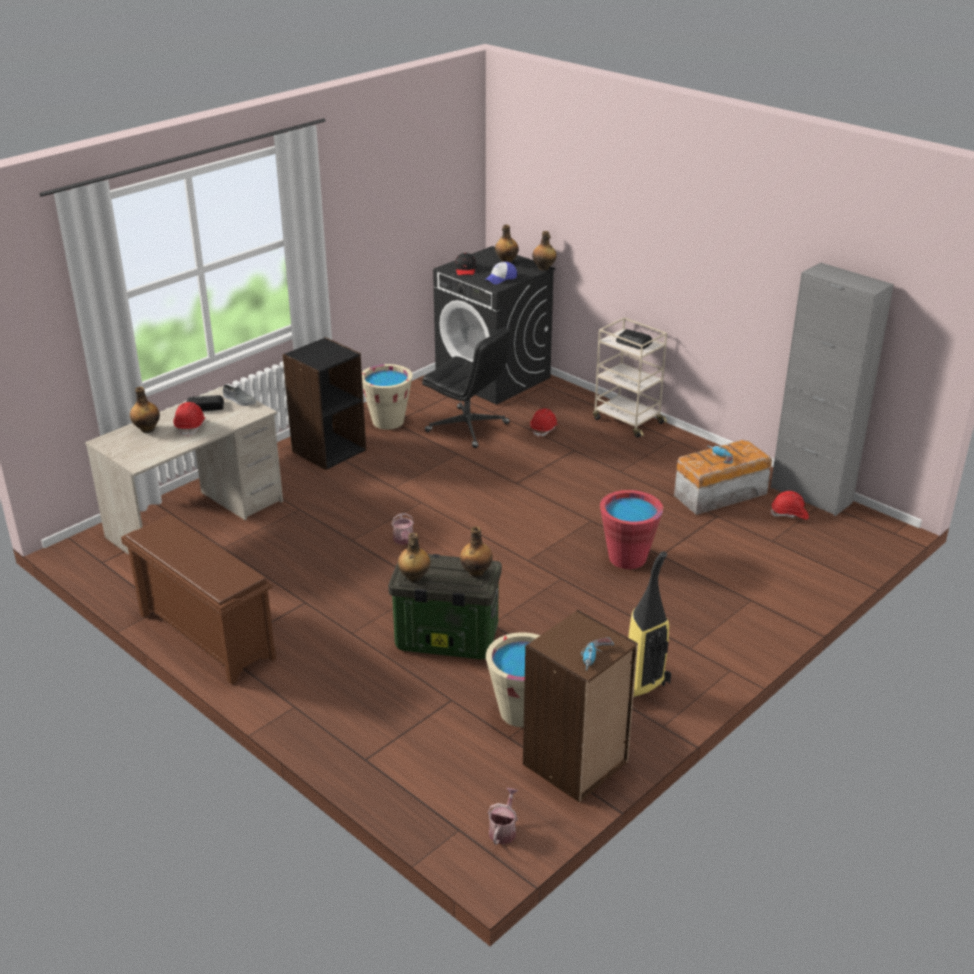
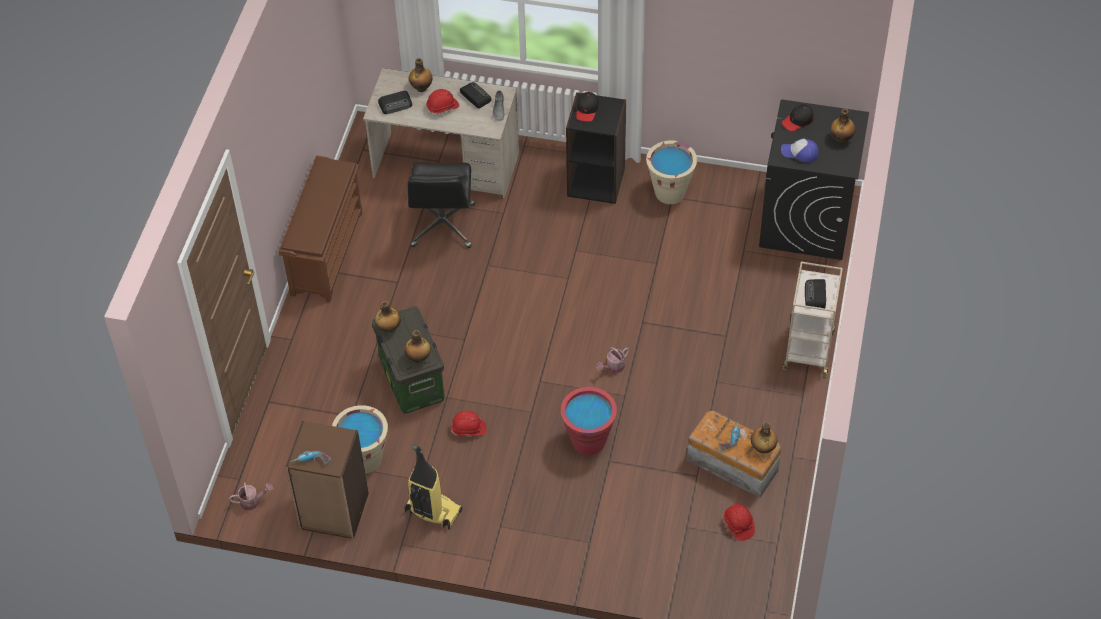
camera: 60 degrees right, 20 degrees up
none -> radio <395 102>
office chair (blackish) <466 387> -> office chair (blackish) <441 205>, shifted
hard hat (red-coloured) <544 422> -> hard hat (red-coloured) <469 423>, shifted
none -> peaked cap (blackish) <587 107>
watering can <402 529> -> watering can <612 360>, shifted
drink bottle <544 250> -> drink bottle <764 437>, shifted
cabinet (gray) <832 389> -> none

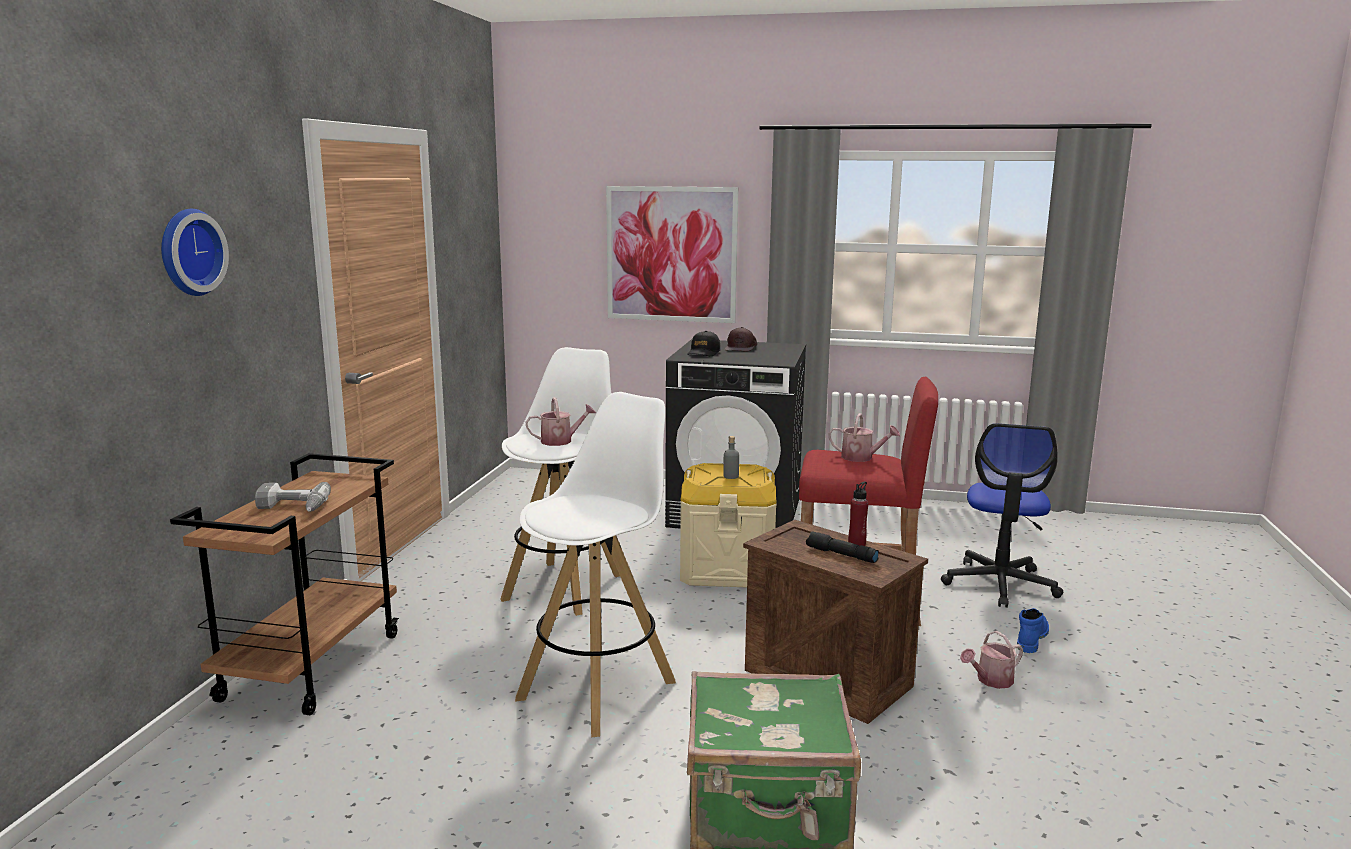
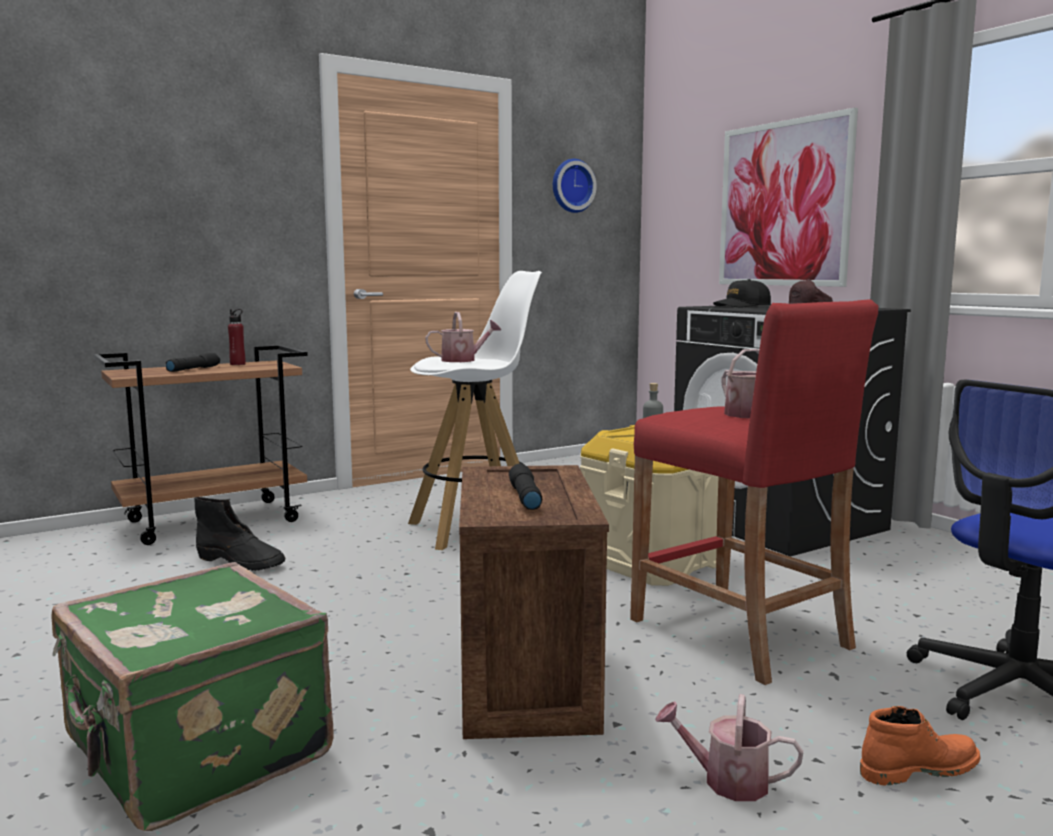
camera: 45 degrees right, 5 degrees down
drill <293 497> -> flashlight (blackish) <193 362>
none -> high-top boot (blackish) <239 534>
drink bottle (red-coloured) <858 513> -> drink bottle (red-coloured) <237 337>, shifted
watering can <561 421> -> watering can <463 337>, 45 degrees counterclockwise
wall clock <195 252> -> wall clock <575 186>, shifted
high-top boot (bluish) <1033 630> -> high-top boot (orange) <920 746>
stool (whitish) <595 564> -> none

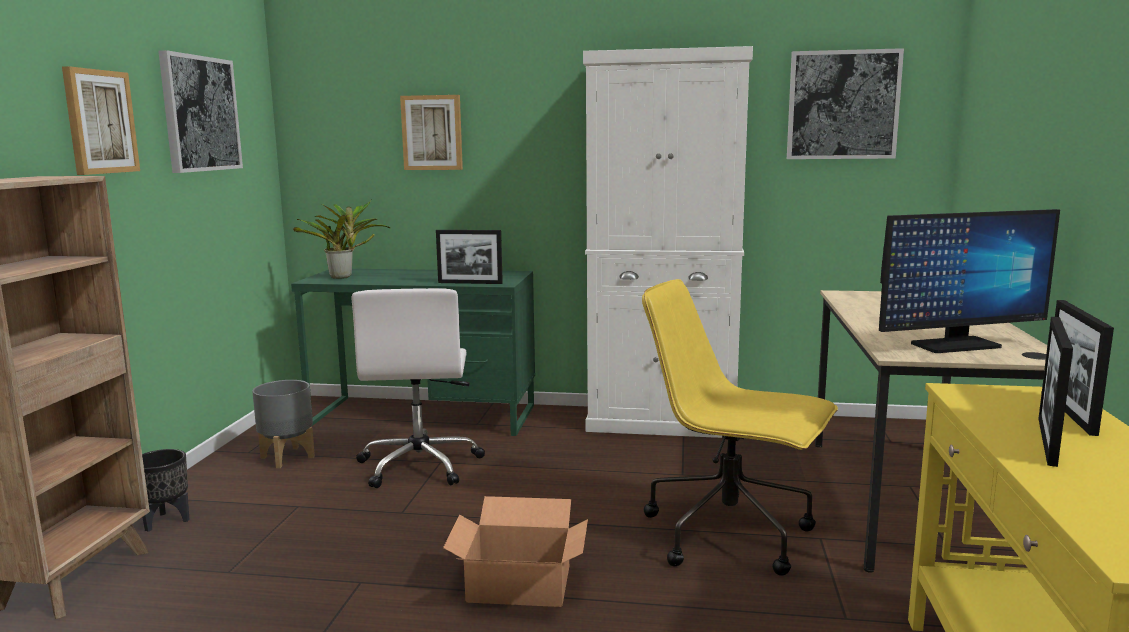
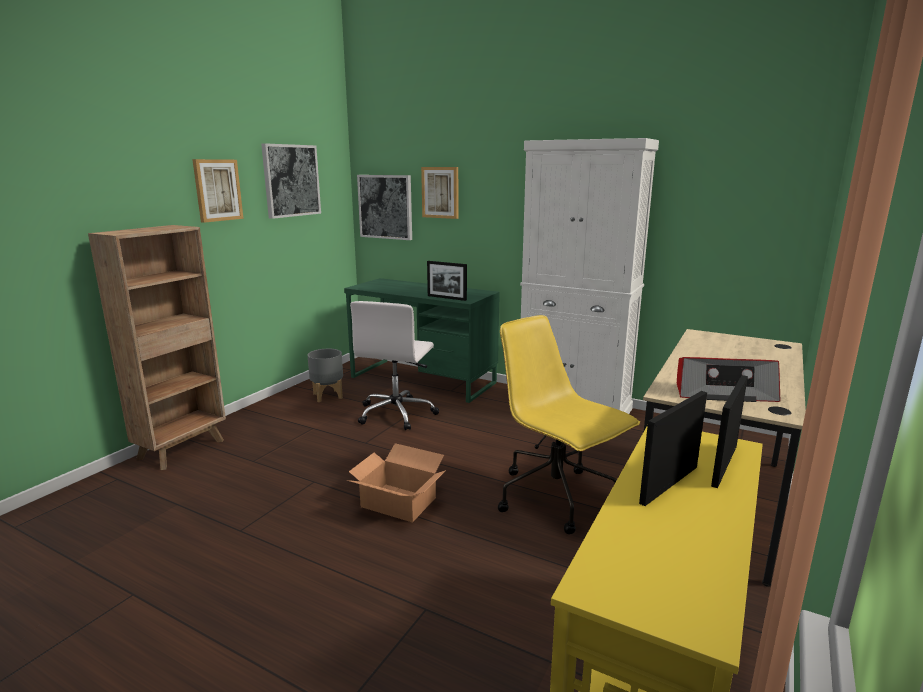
camera: 20 degrees right, 5 degrees up
picture <845 103> -> picture <384 207>, shifted
monitor <969 281> -> radio <729 379>
planter (blackish) <165 490> -> none
houseplant <341 239> -> none

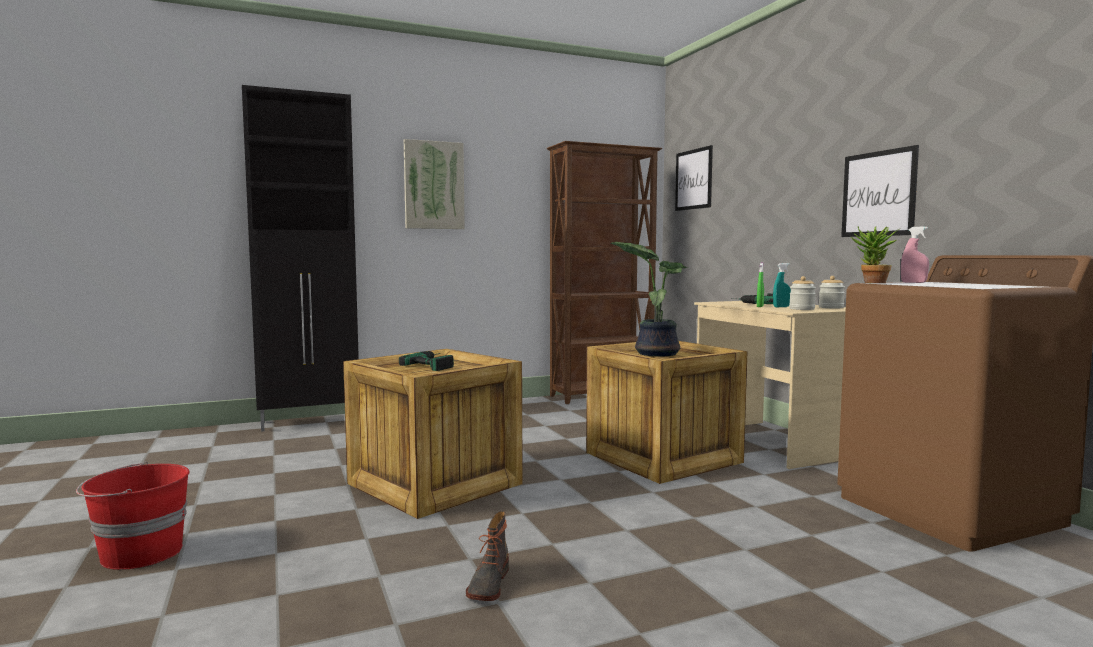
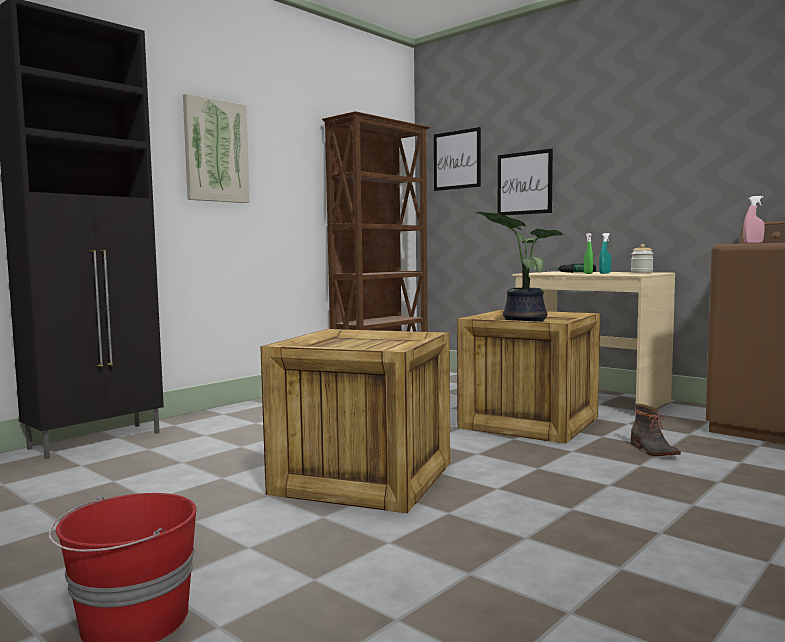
camera: 25 degrees left, 0 degrees up
picture <880 191> -> picture <525 182>, shifted
high-top boot <487 556> -> high-top boot <656 429>, shifted
drill <426 361> -> none
storage jar <802 293> -> none
houseplant <875 254> -> none

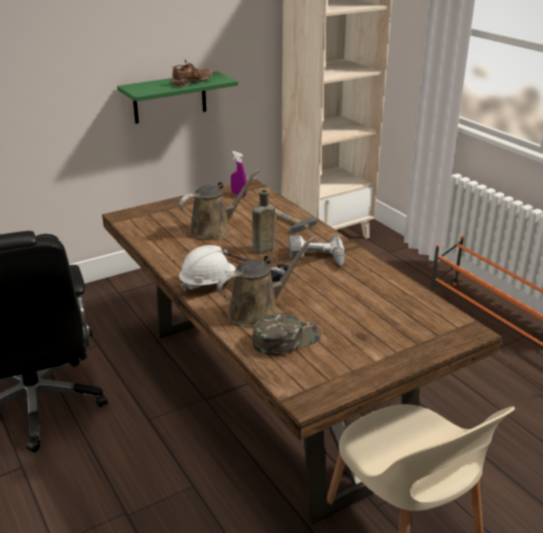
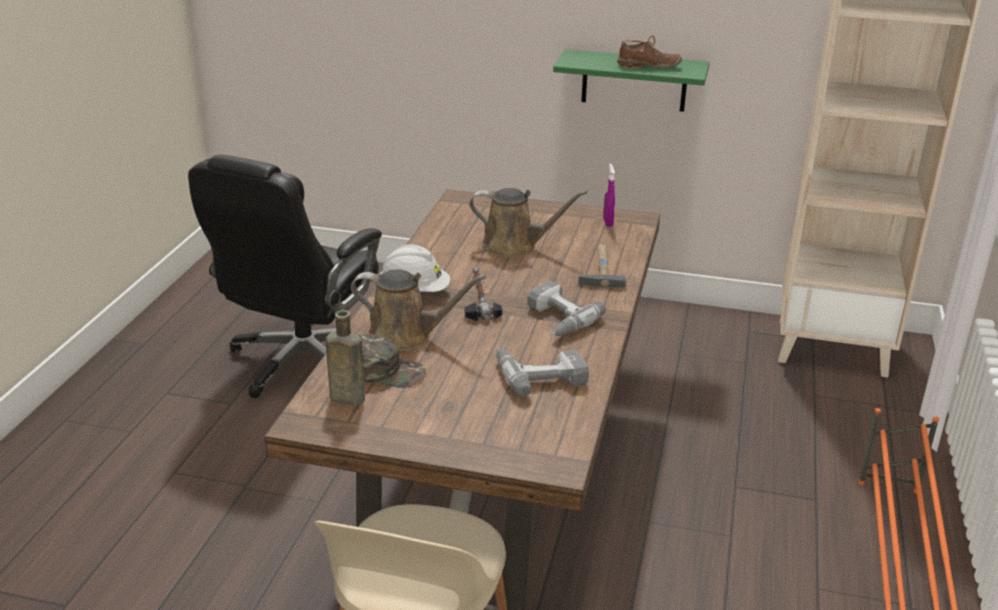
camera: 45 degrees right, 0 degrees up
drink bottle (brown-coloured) <263 221> -> drink bottle (brown-coloured) <345 358>, shifted
none -> drill <542 372>

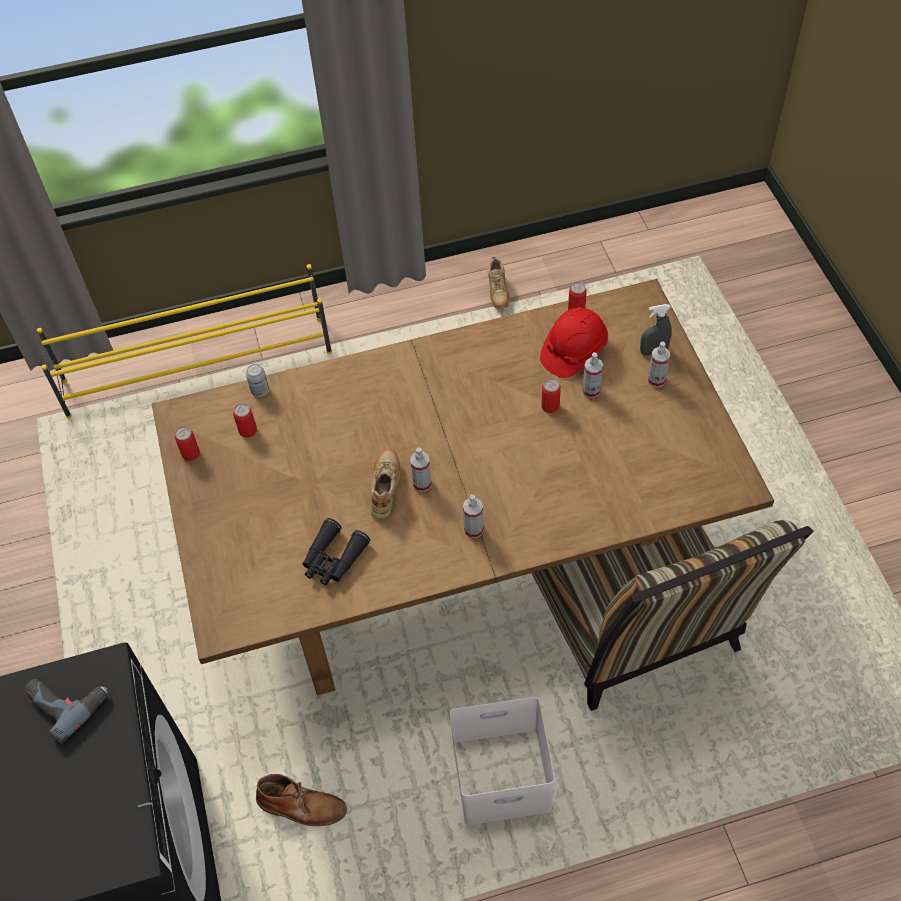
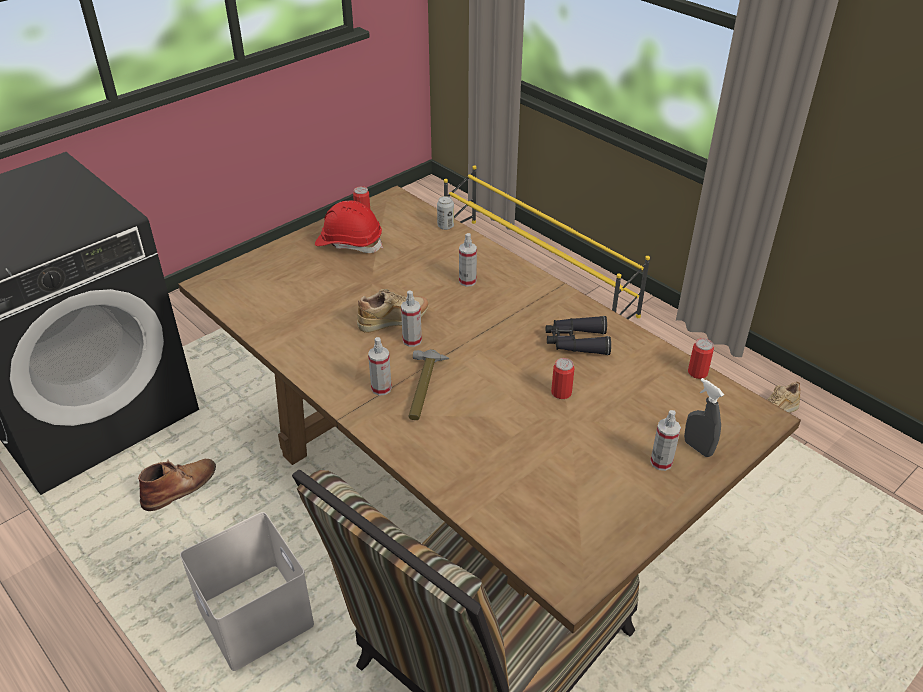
camera: 60 degrees right, 15 degrees down
high-top boot (brown-coloured) <301 800> -> high-top boot (brown-coloured) <177 485>, 120 degrees counterclockwise
hard hat (red-coloured) <574 342> -> hard hat (red-coloured) <349 226>, shifted
none -> hammer <428 384>
sprayer <592 375> -> sprayer <468 260>, shifted
pair of binoculars (blackish) <336 551> -> pair of binoculars (blackish) <578 335>, shifted
drill <66 711> -> none
sealed can <245 420> -> none

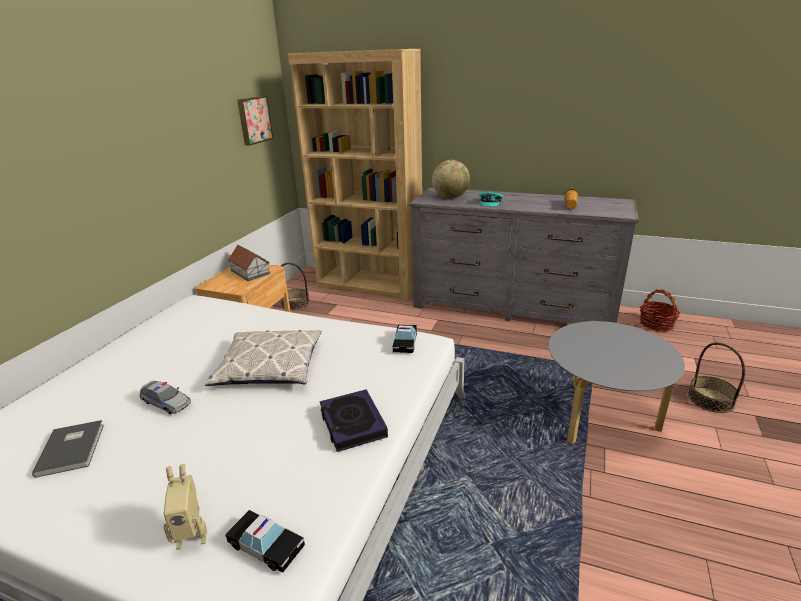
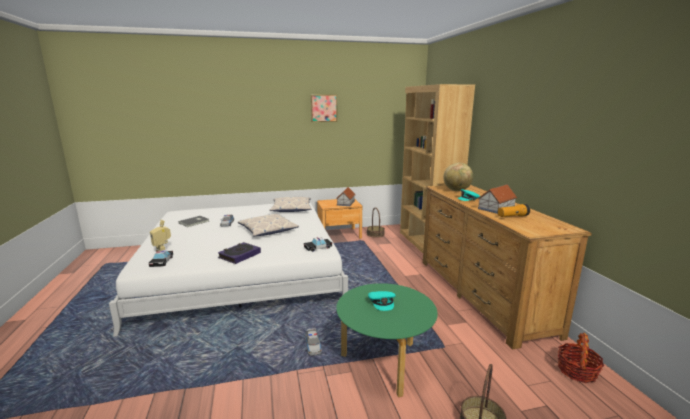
camera: 55 degrees right, 10 degrees down
none -> pillow <290 204>
none -> miniature car <313 342>
picture <255 121> -> picture <324 108>, shifted
low table (gray) <616 382> -> low table (green) <387 340>
none -> peaked cap (turquoise) <381 301>
chest of drawers (gray) <524 255> -> chest of drawers (brown-coloured) <507 267>
none -> miniature house <497 199>

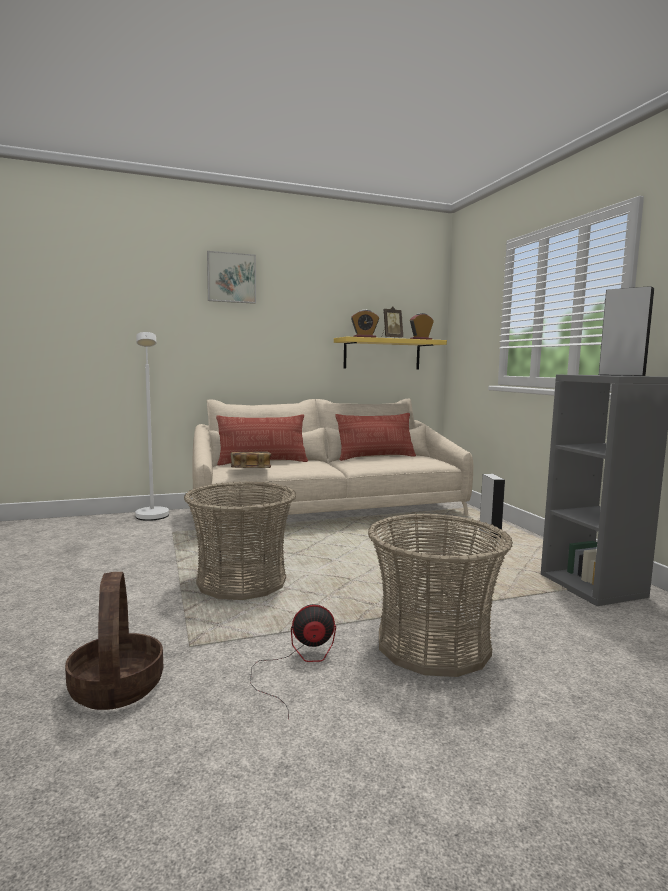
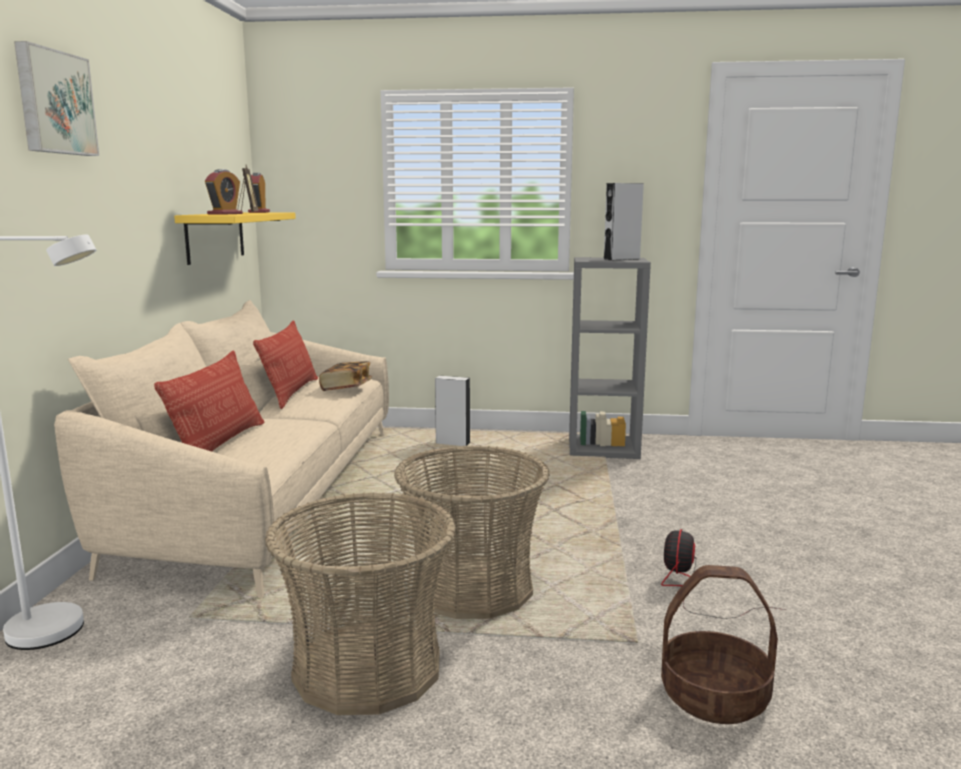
camera: 65 degrees left, 5 degrees up
storage basket <440 595> -> storage basket <360 603>, shifted
bound book <251 459> -> bound book <345 376>, shifted

